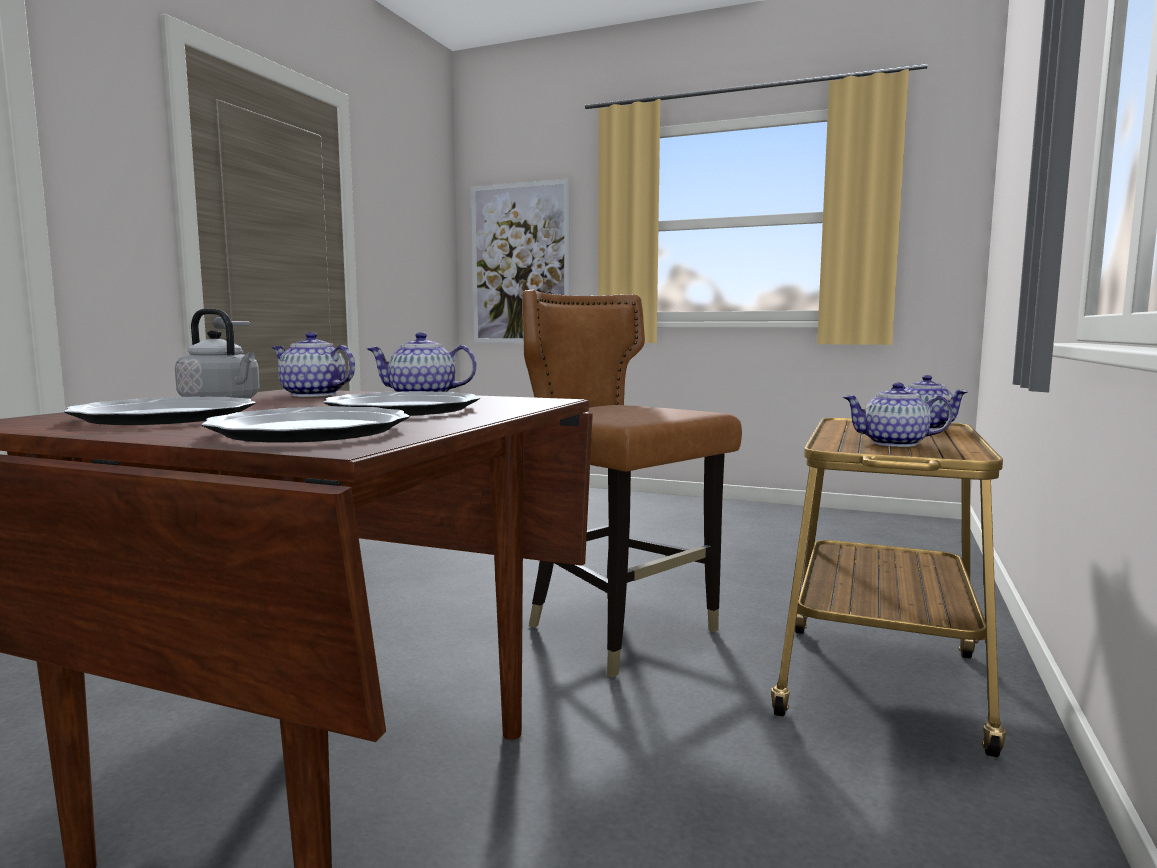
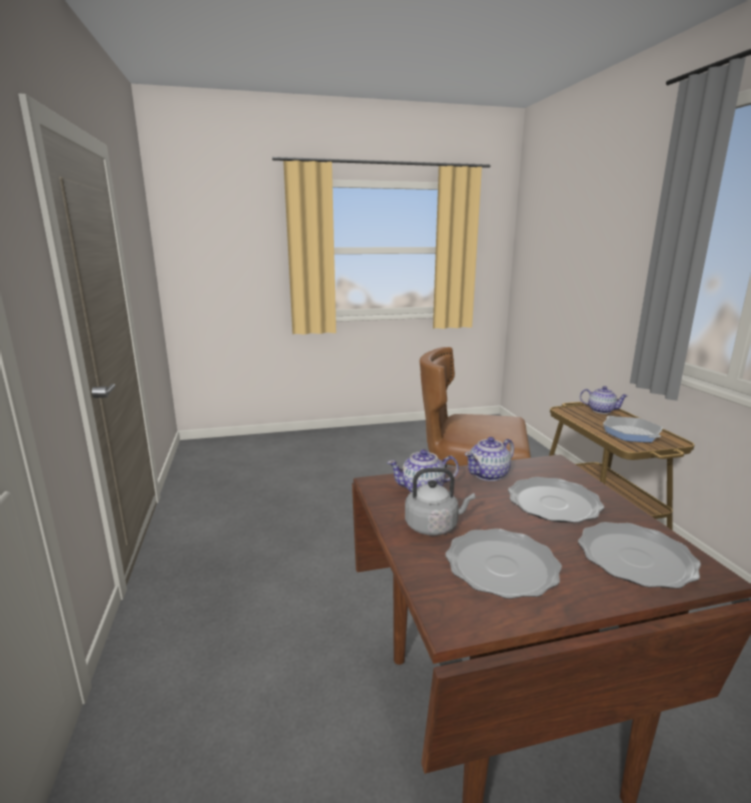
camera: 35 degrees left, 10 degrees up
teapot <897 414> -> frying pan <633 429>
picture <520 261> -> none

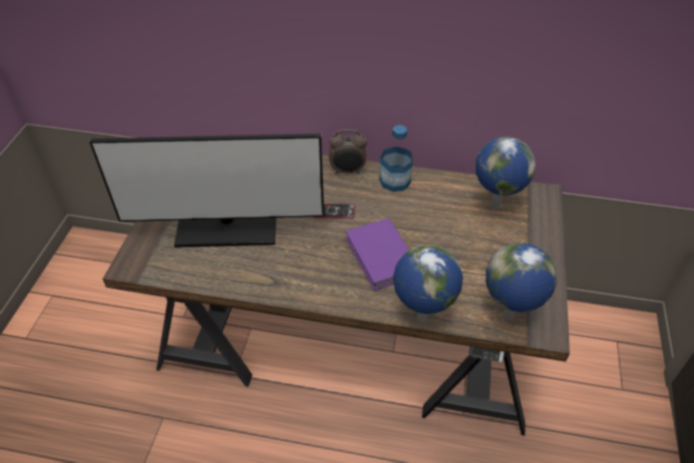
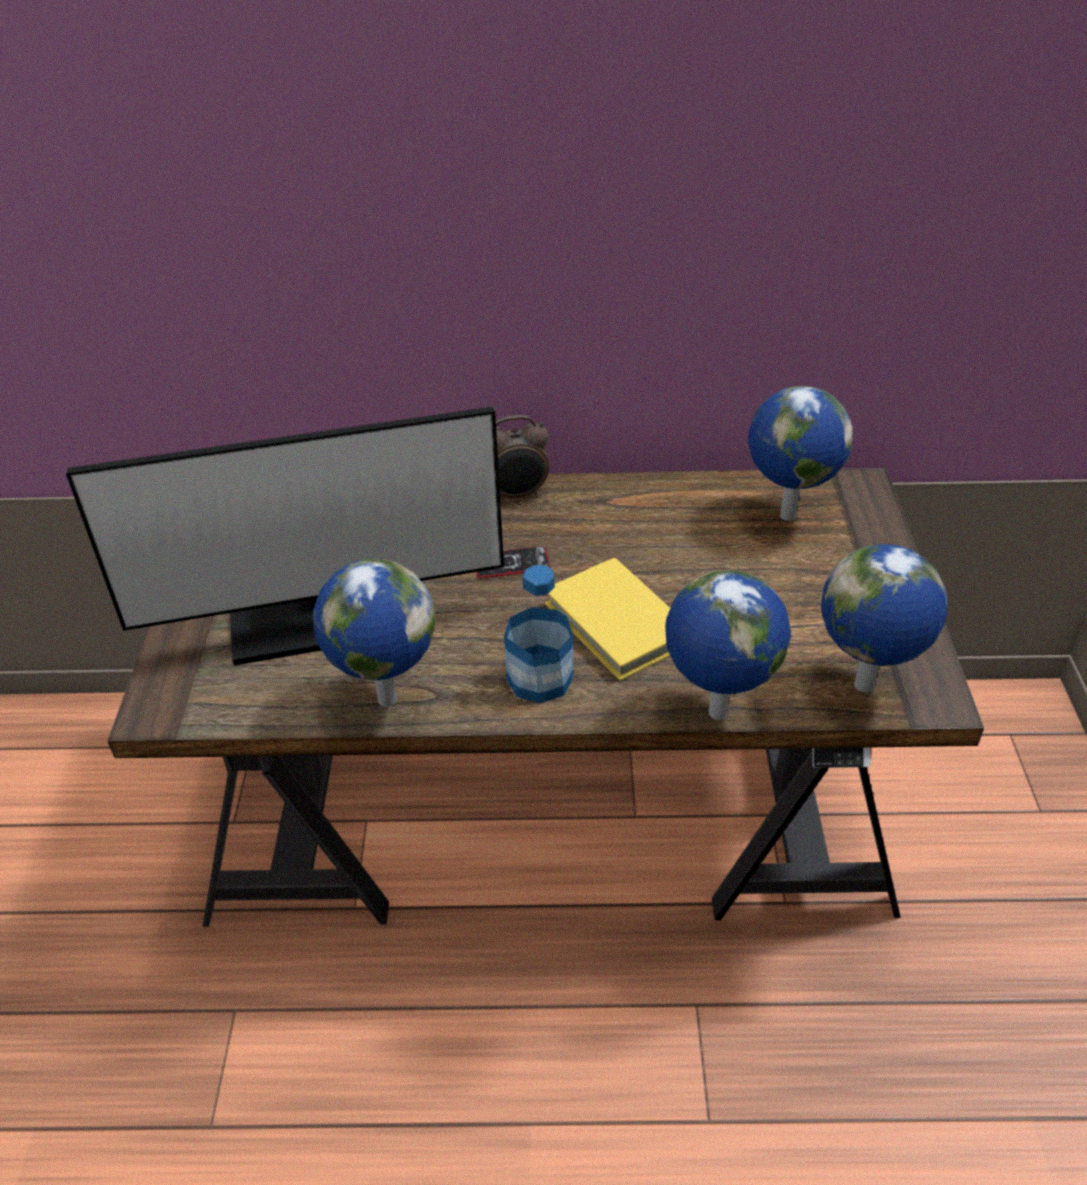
camera: 10 degrees left, 5 degrees down
none -> world globe <374 632>
drink bottle <396 158> -> drink bottle <539 634>, shifted
bound book (purplish) <377 254> -> bound book (yellow-coloured) <607 619>

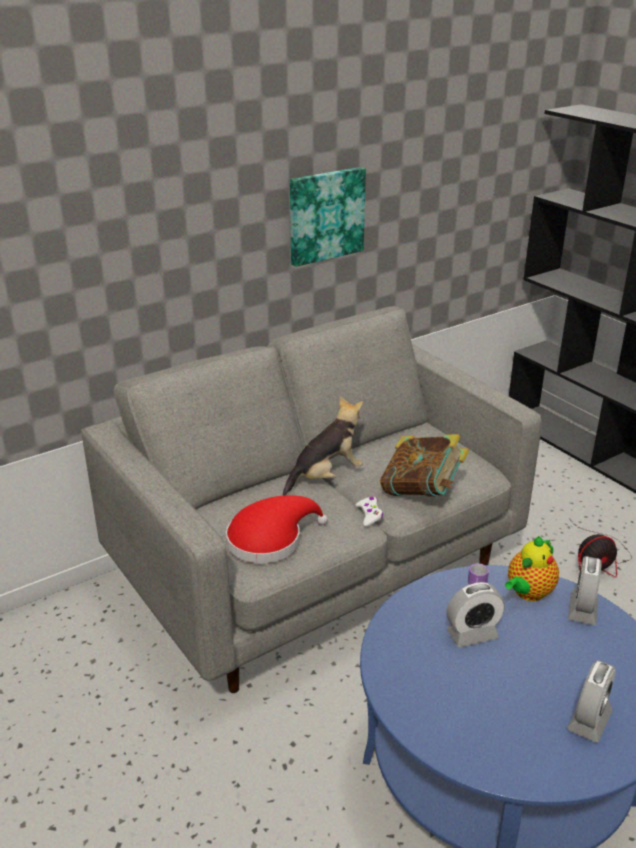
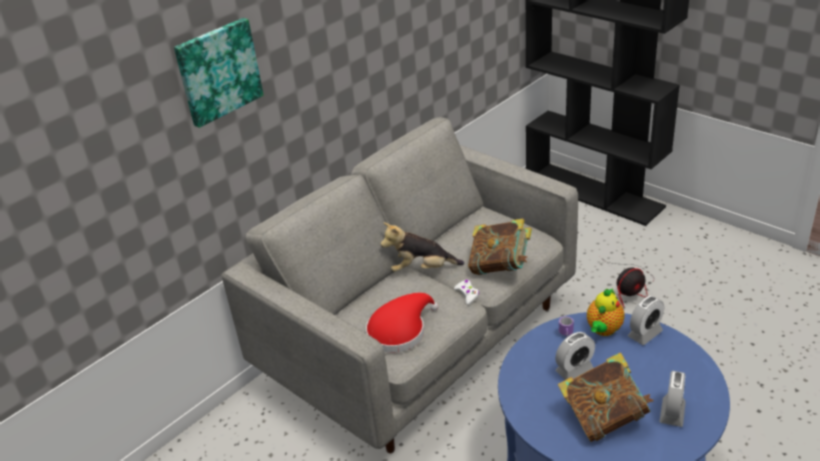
camera: 10 degrees left, 5 degrees up
picture <328 217> -> picture <219 73>, shifted
cuddly toy <323 445> -> cuddly toy <422 247>, 135 degrees counterclockwise
none -> bound book <606 397>
bedside clock <585 590> -> bedside clock <646 320>, 135 degrees counterclockwise

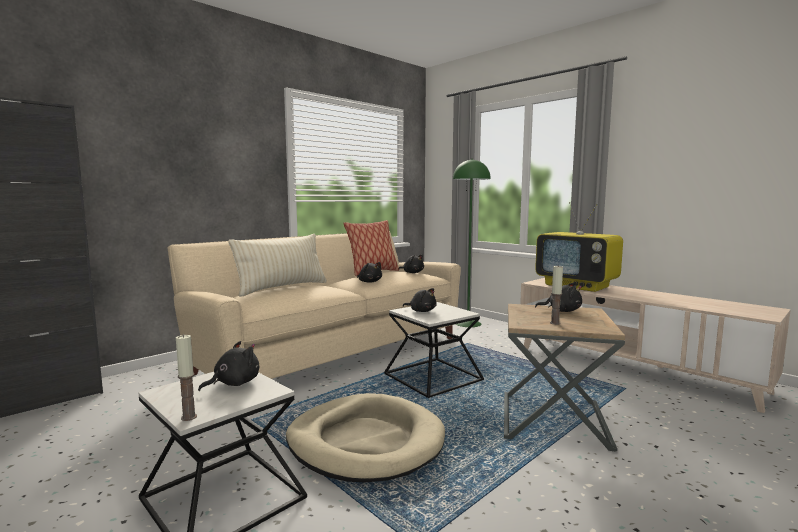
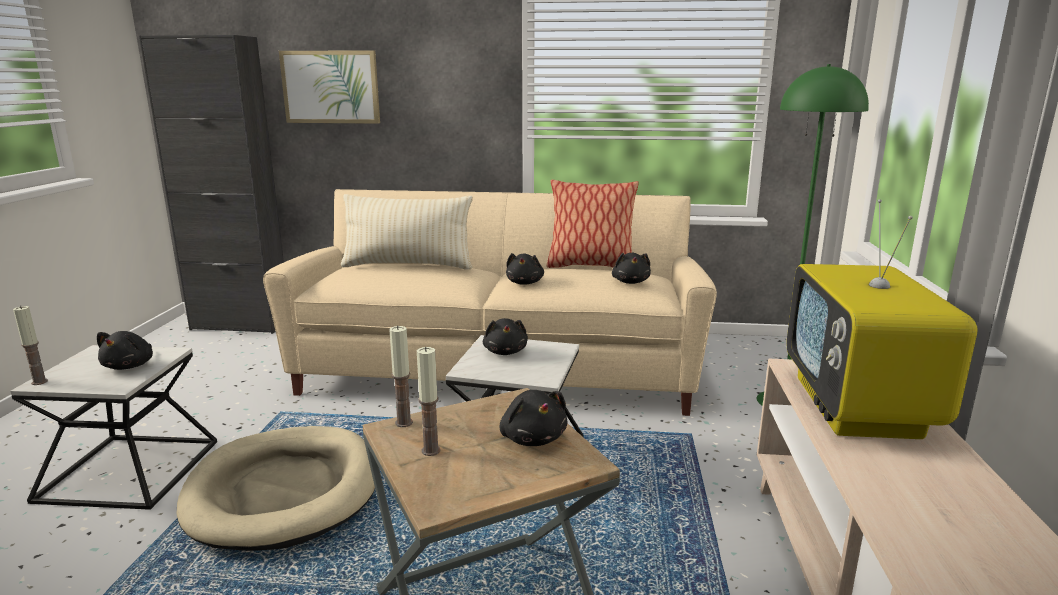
camera: 50 degrees right, 10 degrees up
cuddly toy (blackish) <228 366> -> cuddly toy (blackish) <125 350>, 90 degrees clockwise
none -> picture <329 87>
none -> wax light <401 376>

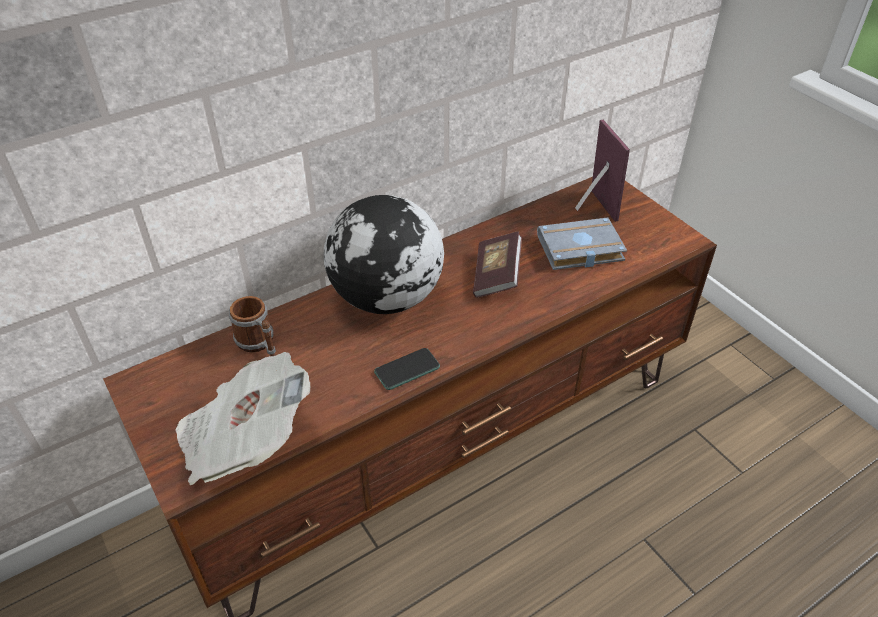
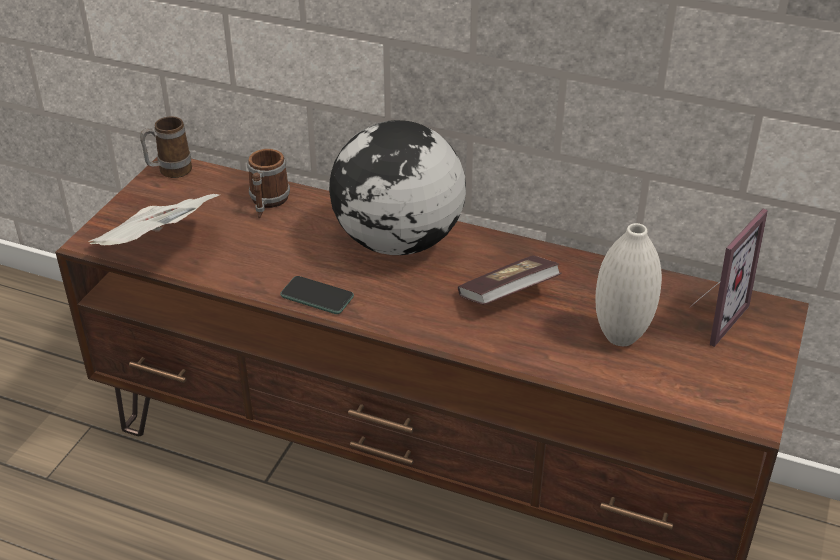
camera: 55 degrees right, 5 degrees down
none -> coffee mug <166 147>
bound book (gray) <582 244> -> vase (whitish) <628 284>

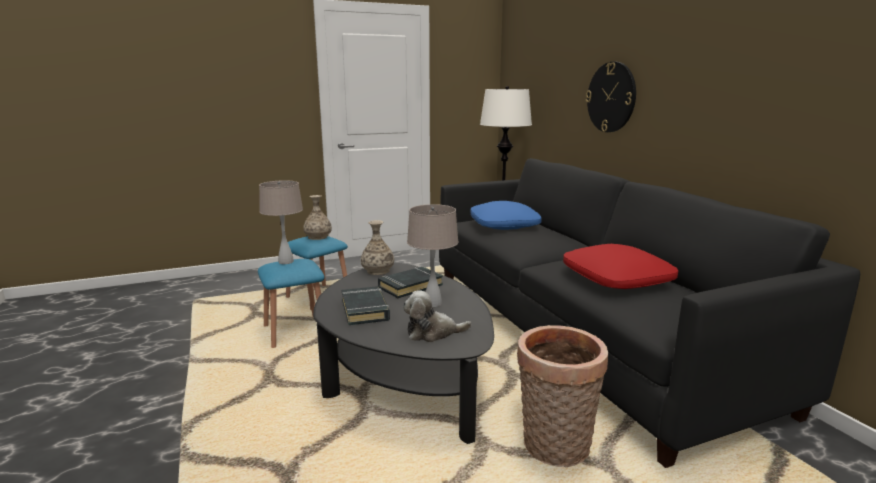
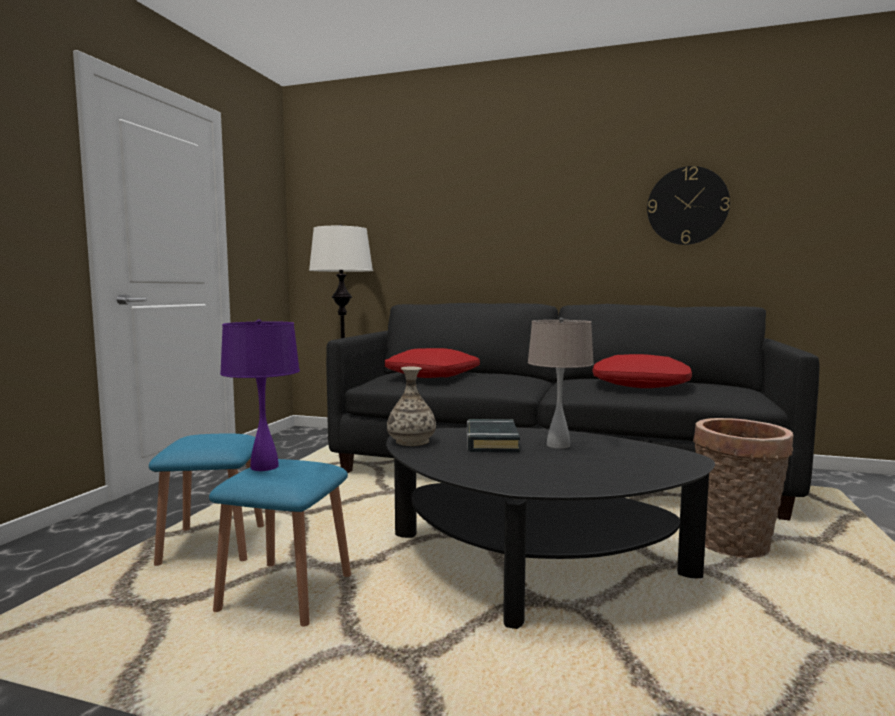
camera: 50 degrees left, 10 degrees down
tabletop lamp (beige) <281 222> -> tabletop lamp (purplish) <260 395>
pillow (bluish) <506 215> -> pillow (red-coloured) <432 363>
wall clock <611 97> -> wall clock <688 205>, shifted
vase <317 217> -> none
bound book (blackish) <366 305> -> none
cuddly toy <437 316> -> none

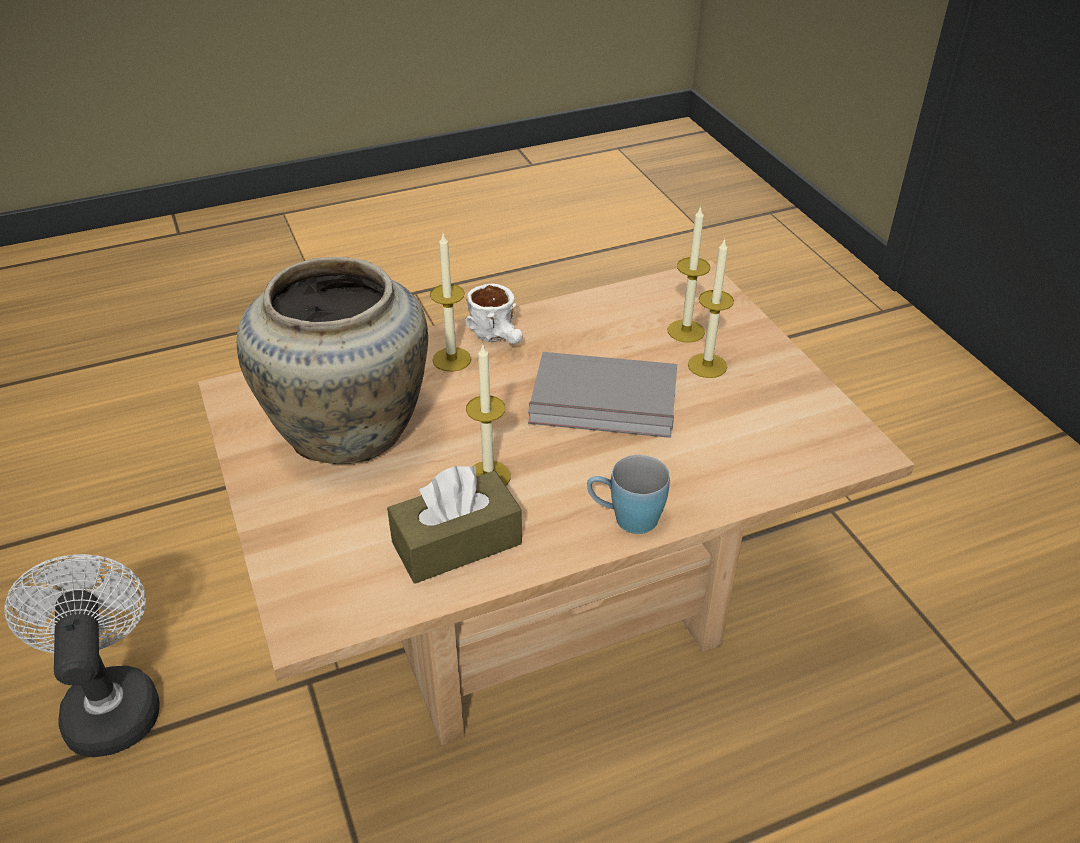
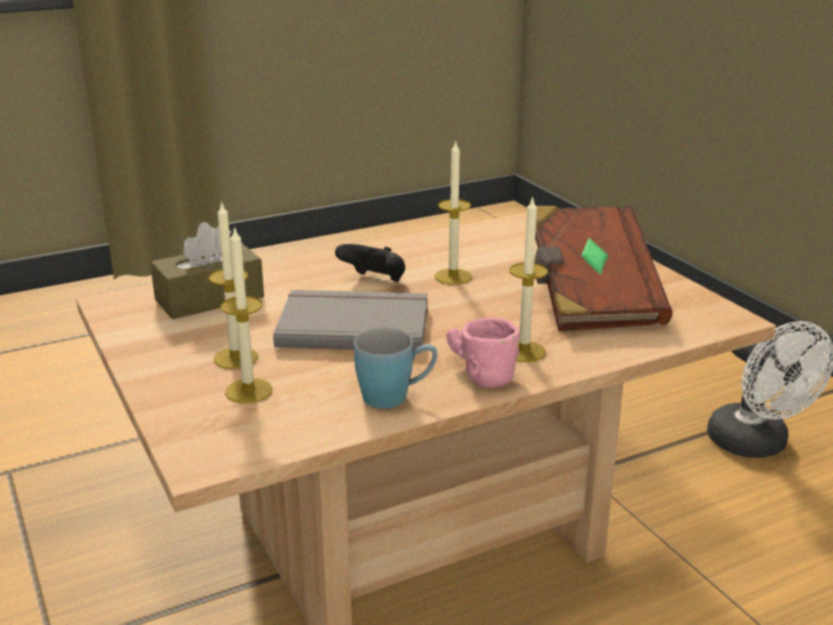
camera: 175 degrees right, 15 degrees down
box of tissues (brown-coloured) <454 525> -> box of tissues (brown-coloured) <207 270>, shifted
none -> gamepad (blackish) <370 263>
coffee mug (bluish) <628 494> -> coffee mug (bluish) <396 368>, shifted
coffee mug (whitish) <494 313> -> coffee mug (pink) <483 352>
vase (beige) <332 360> -> bound book (brown-coloured) <603 268>

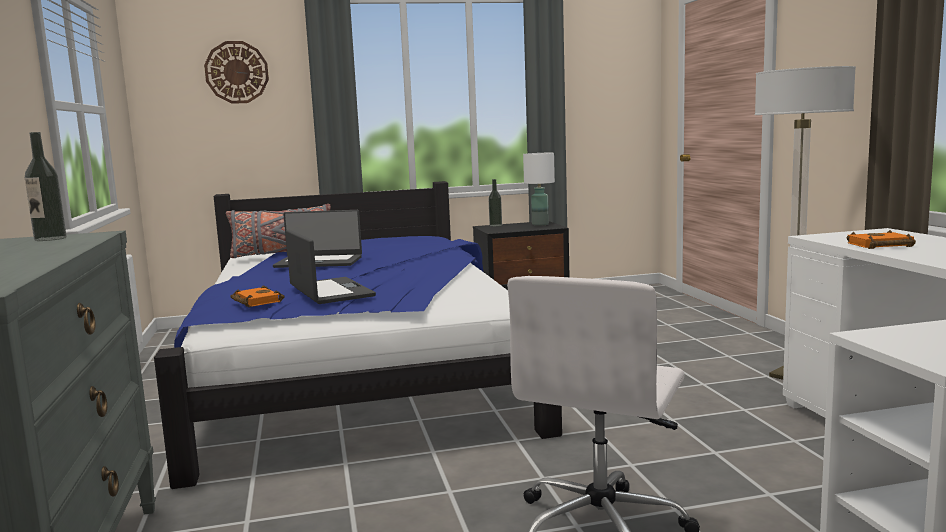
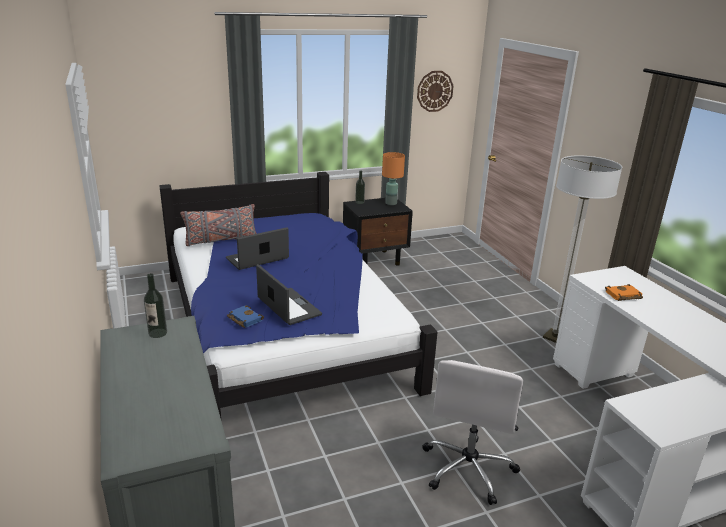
camera: 10 degrees left, 15 degrees up
notebook computer <317 239> -> notebook computer <257 248>, 150 degrees clockwise
bound book (orange) <257 296> -> bound book (bluish) <245 316>
tabletop lamp (whitish) <539 189> -> tabletop lamp (orange) <393 178>
wall clock <236 72> -> wall clock <435 91>, shifted

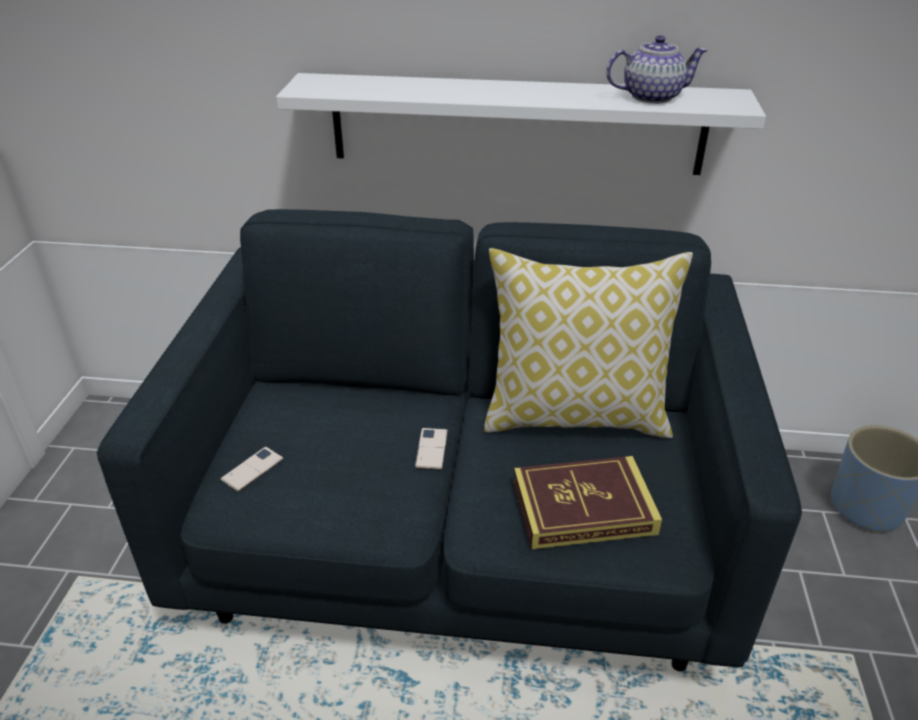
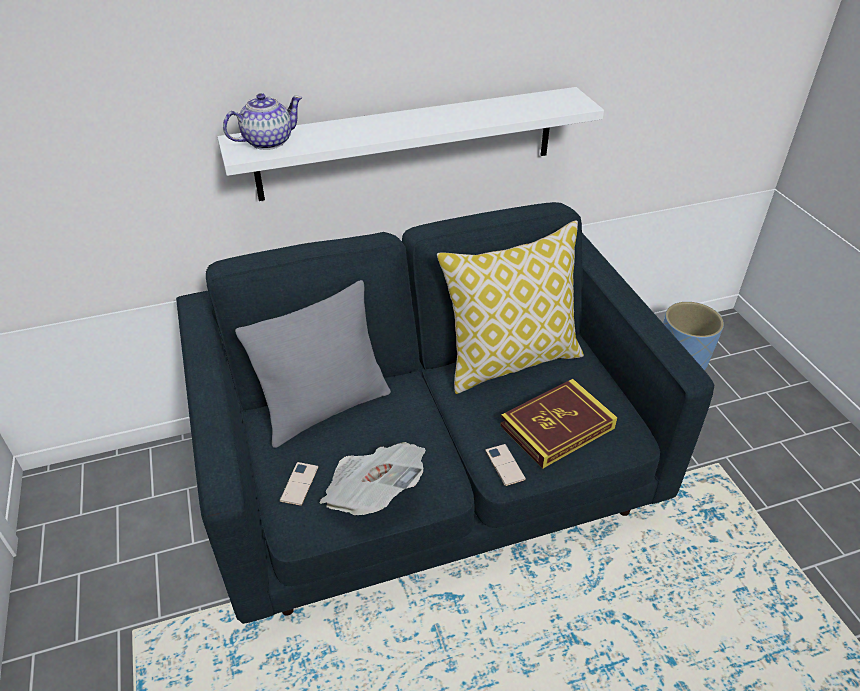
camera: 25 degrees left, 5 degrees up
teapot <657 69> -> teapot <263 121>, shifted
none -> pillow (gray) <313 364>
none -> printed paper <373 478>
telephone <431 448> -> telephone <505 465>, shifted

